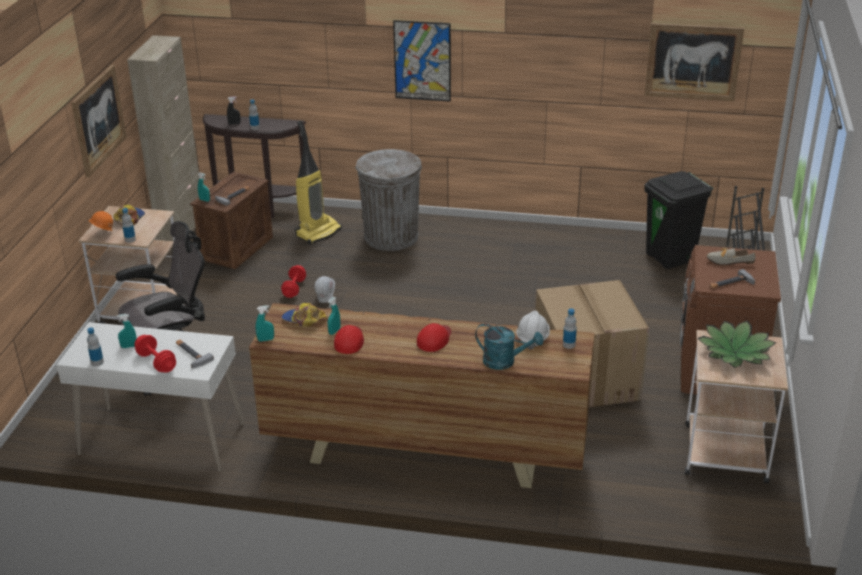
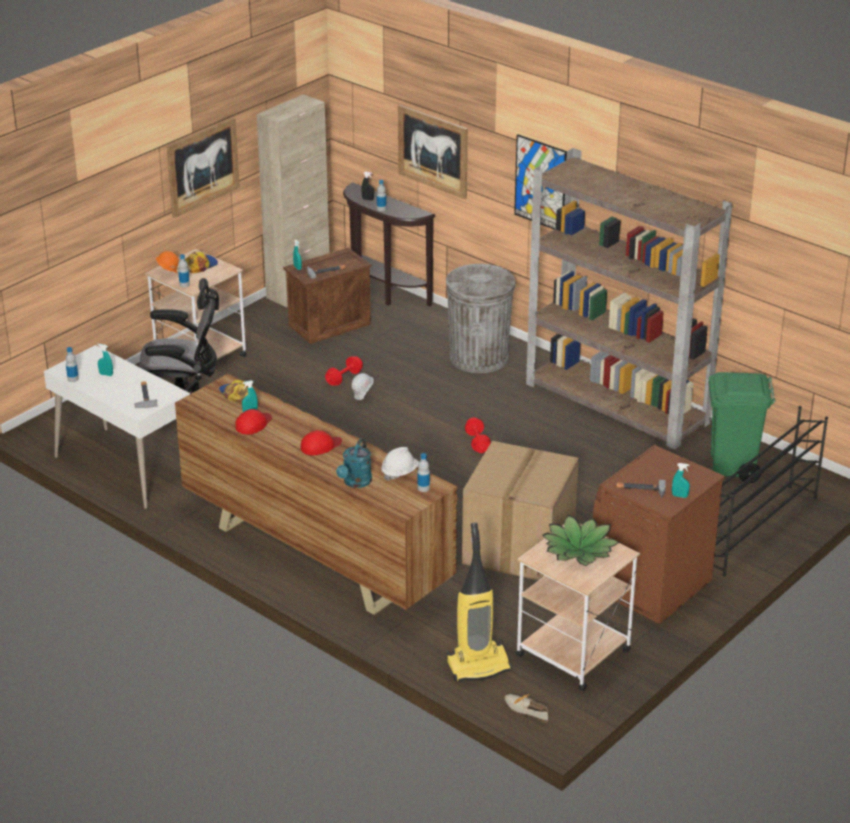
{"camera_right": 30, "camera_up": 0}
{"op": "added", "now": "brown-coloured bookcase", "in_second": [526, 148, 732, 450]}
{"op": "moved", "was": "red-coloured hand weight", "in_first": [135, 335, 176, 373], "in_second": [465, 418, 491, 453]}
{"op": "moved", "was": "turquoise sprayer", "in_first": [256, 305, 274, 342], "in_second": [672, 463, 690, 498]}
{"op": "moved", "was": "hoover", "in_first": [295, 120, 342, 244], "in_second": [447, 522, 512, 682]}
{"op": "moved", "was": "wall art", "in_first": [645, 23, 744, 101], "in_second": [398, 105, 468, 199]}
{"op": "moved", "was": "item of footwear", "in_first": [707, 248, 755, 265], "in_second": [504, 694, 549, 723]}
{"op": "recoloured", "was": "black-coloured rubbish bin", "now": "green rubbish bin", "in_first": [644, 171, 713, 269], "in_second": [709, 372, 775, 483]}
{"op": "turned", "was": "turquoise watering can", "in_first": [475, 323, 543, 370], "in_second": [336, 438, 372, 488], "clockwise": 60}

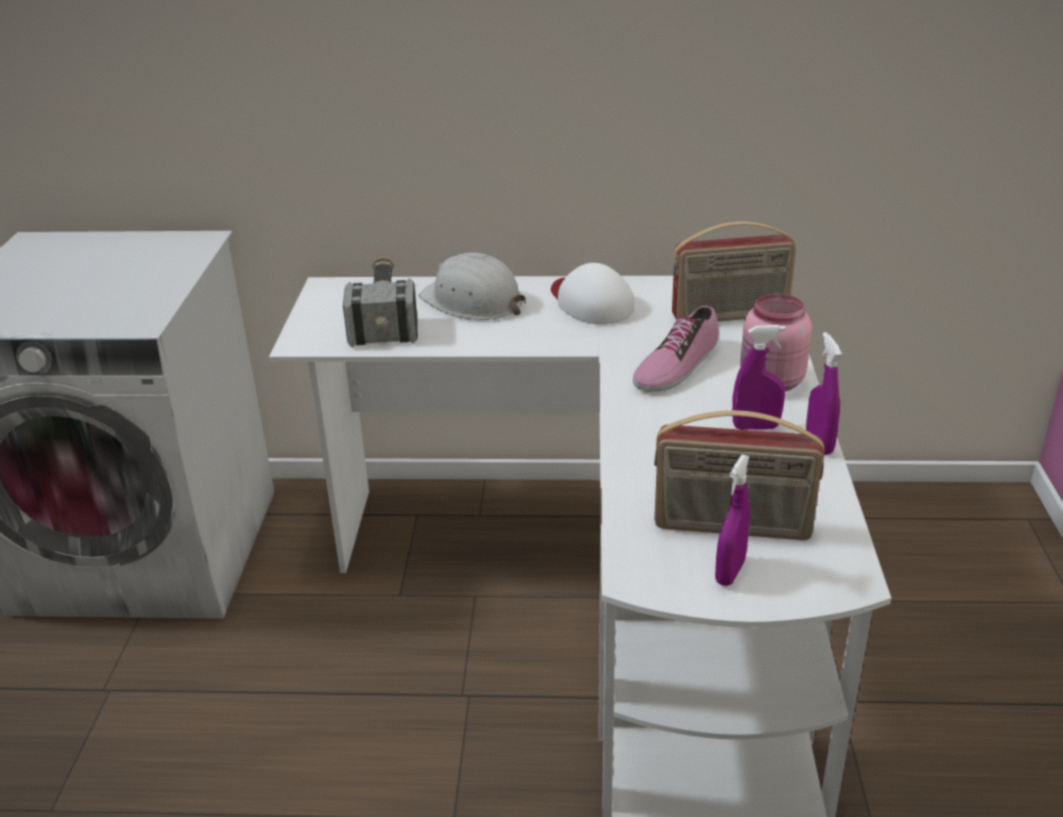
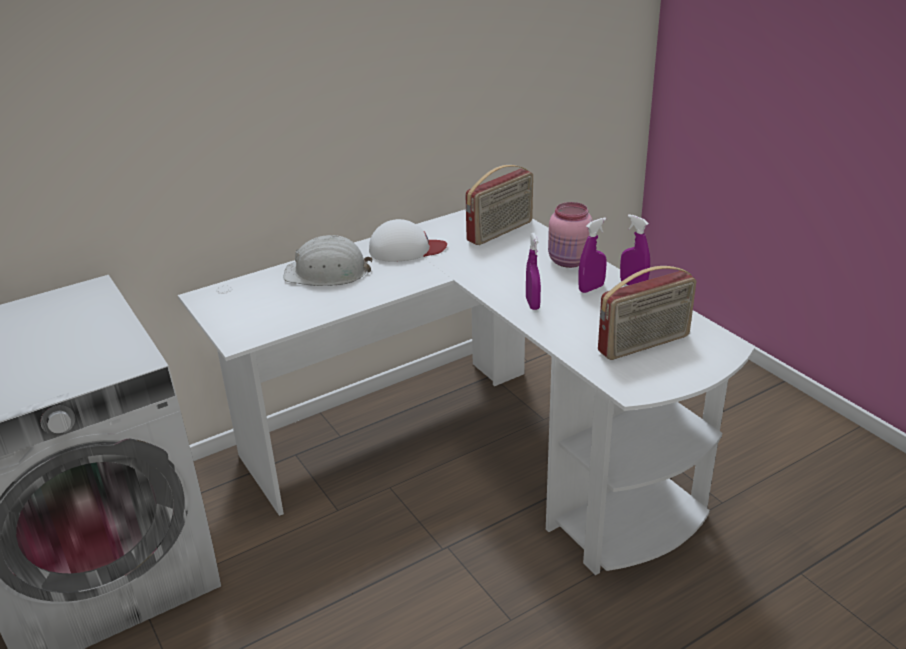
{"camera_right": -35, "camera_up": 0}
{"op": "removed", "was": "hand hammer", "in_first": [343, 257, 418, 347]}
{"op": "removed", "was": "item of footwear", "in_first": [633, 305, 719, 392]}
{"op": "moved", "was": "purple sprayer", "in_first": [715, 454, 750, 586], "in_second": [526, 233, 541, 310]}
{"op": "turned", "was": "white-coloured peaked cap", "in_first": [551, 263, 634, 324], "in_second": [369, 219, 447, 261], "clockwise": 150}

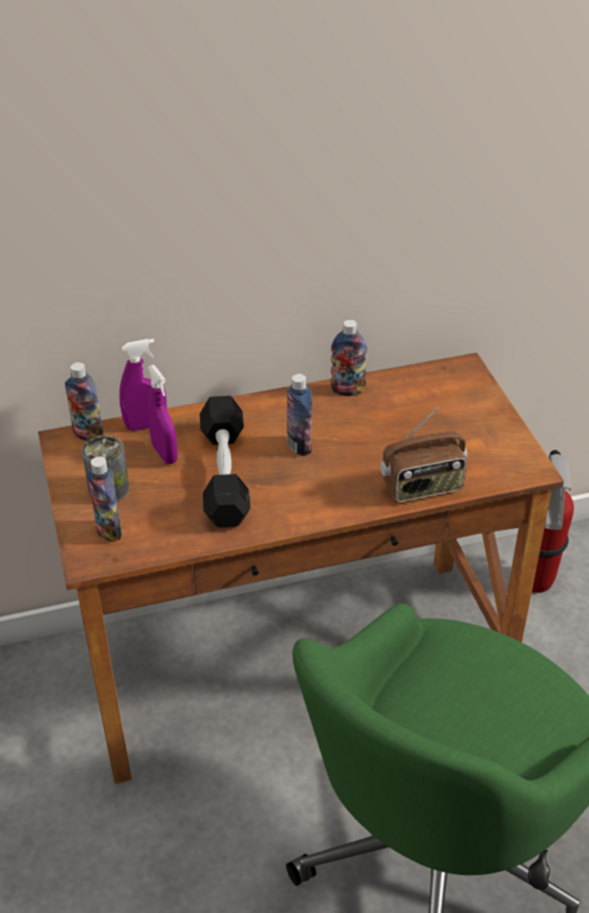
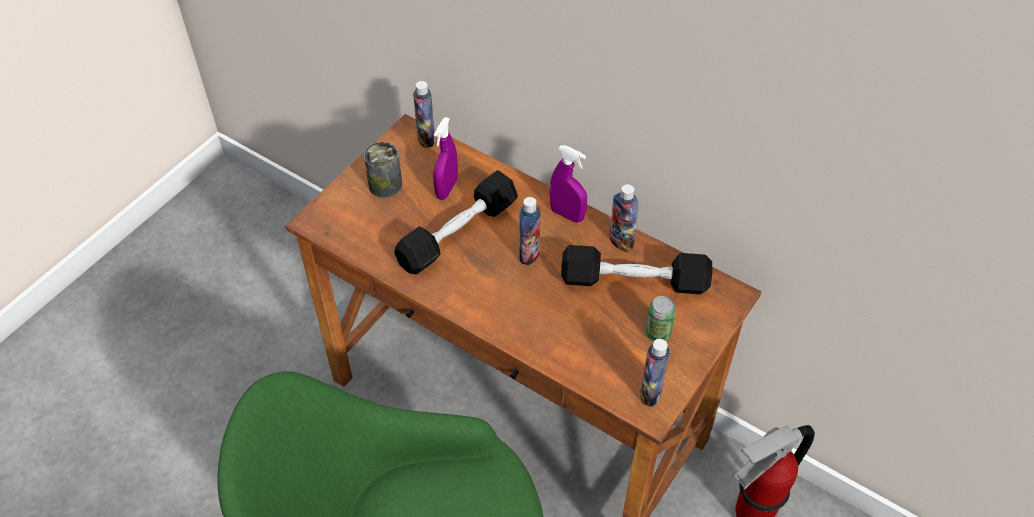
{"camera_right": 50, "camera_up": 10}
{"op": "removed", "was": "radio set", "in_first": [380, 407, 468, 503]}
{"op": "added", "now": "black-coloured hand weight", "in_second": [561, 245, 712, 294]}
{"op": "added", "now": "sealed can", "in_second": [645, 296, 676, 341]}
{"op": "moved", "was": "drink bottle", "in_first": [87, 456, 122, 542], "in_second": [640, 339, 670, 407]}
{"op": "moved", "was": "purple sprayer", "in_first": [119, 339, 167, 431], "in_second": [550, 145, 587, 223]}

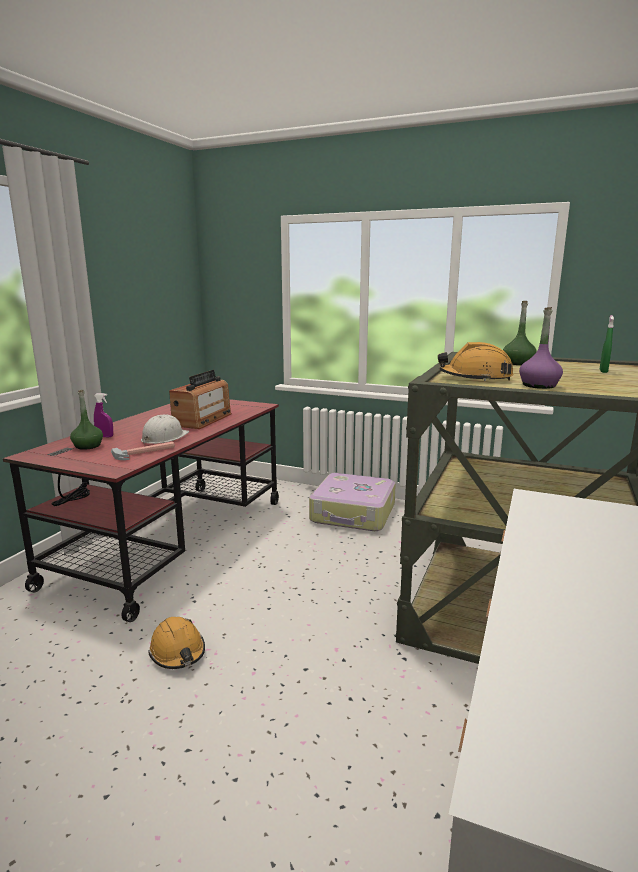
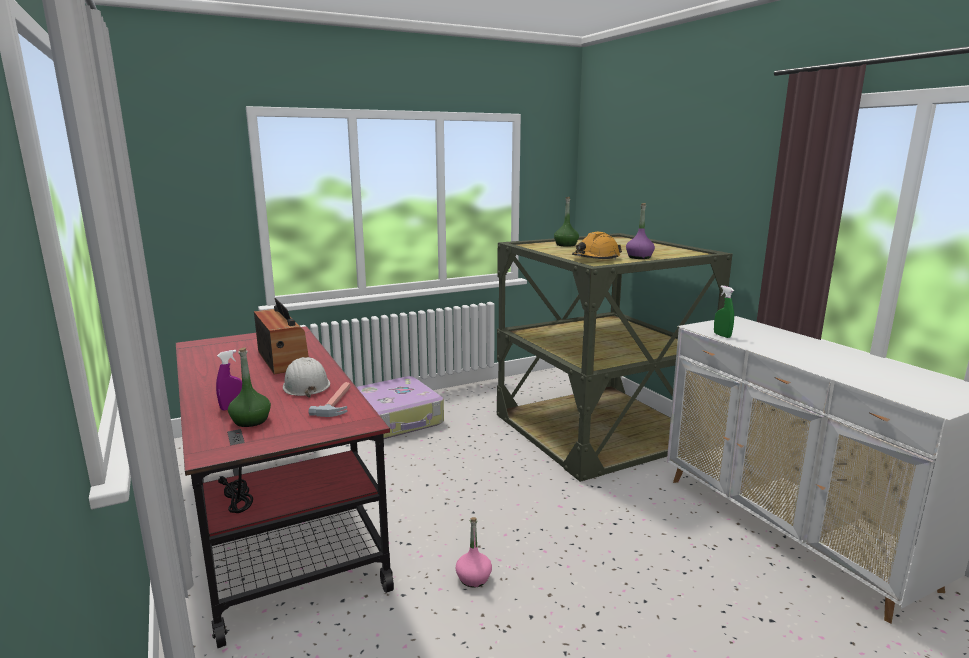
{"camera_right": -50, "camera_up": 0}
{"op": "moved", "was": "green sprayer", "in_first": [600, 315, 614, 373], "in_second": [714, 285, 734, 338]}
{"op": "replaced", "was": "orange-coloured work helmet", "now": "pink drink bottle", "in_first": [148, 617, 205, 669], "in_second": [456, 517, 492, 588]}

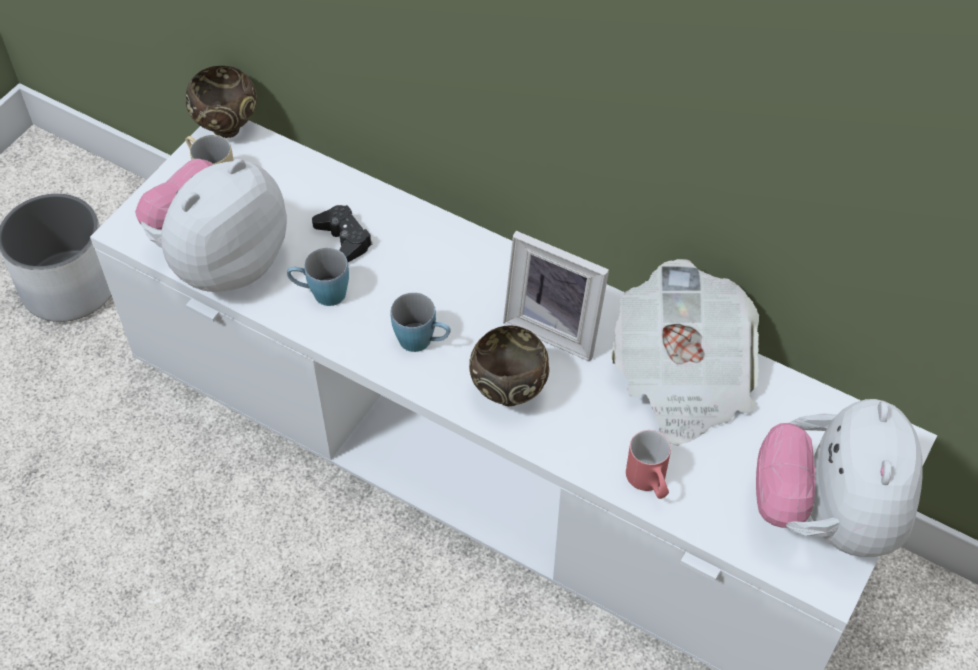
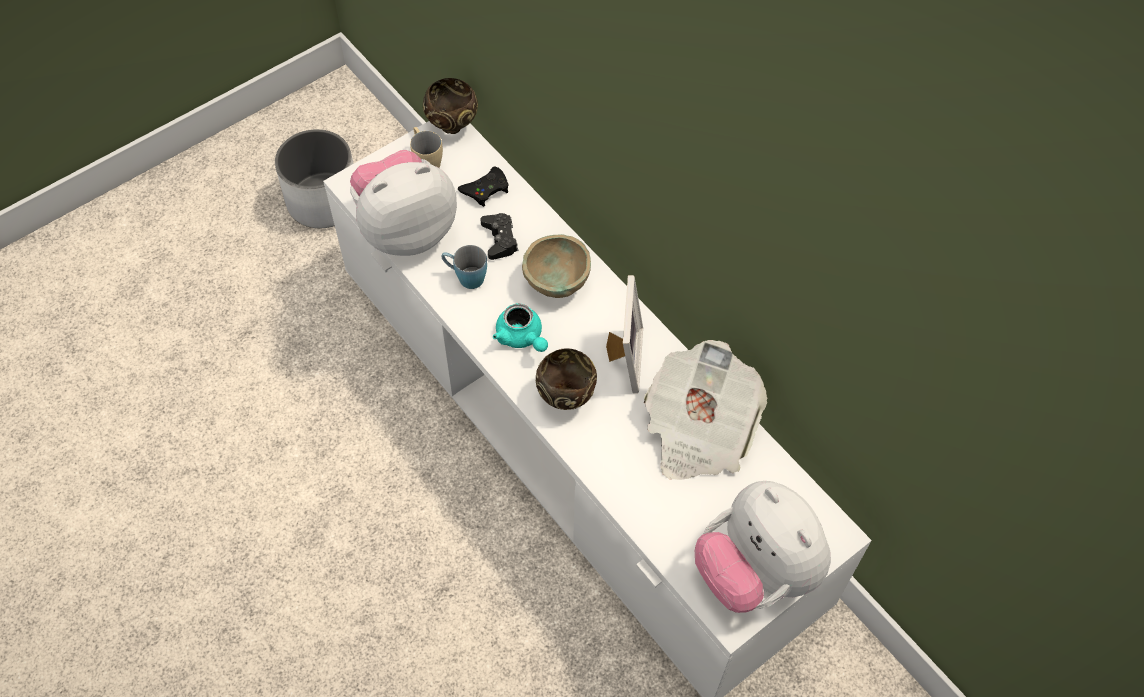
{"camera_right": 20, "camera_up": 5}
{"op": "removed", "was": "red-coloured tea mug", "in_first": [626, 430, 671, 499]}
{"op": "added", "now": "black-coloured gamepad", "in_second": [458, 167, 509, 207]}
{"op": "added", "now": "beige serving bowl", "in_second": [522, 234, 591, 298]}
{"op": "replaced", "was": "blue-coloured tea mug", "now": "turquoise teapot", "in_first": [390, 293, 451, 352], "in_second": [493, 304, 548, 352]}
{"op": "turned", "was": "standing frame", "in_first": [503, 231, 609, 361], "in_second": [606, 275, 643, 393], "clockwise": -135}
{"op": "turned", "was": "cuddly toy", "in_first": [756, 399, 923, 557], "in_second": [695, 481, 831, 613], "clockwise": -60}

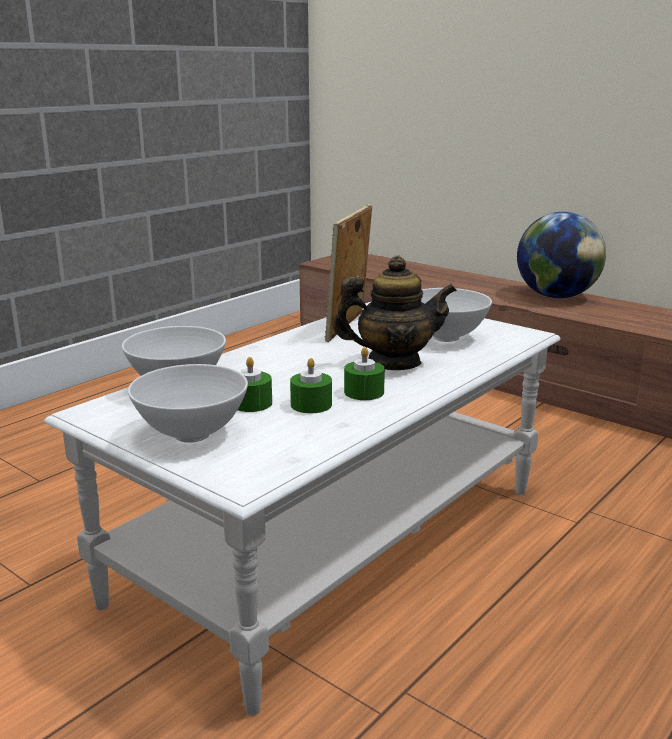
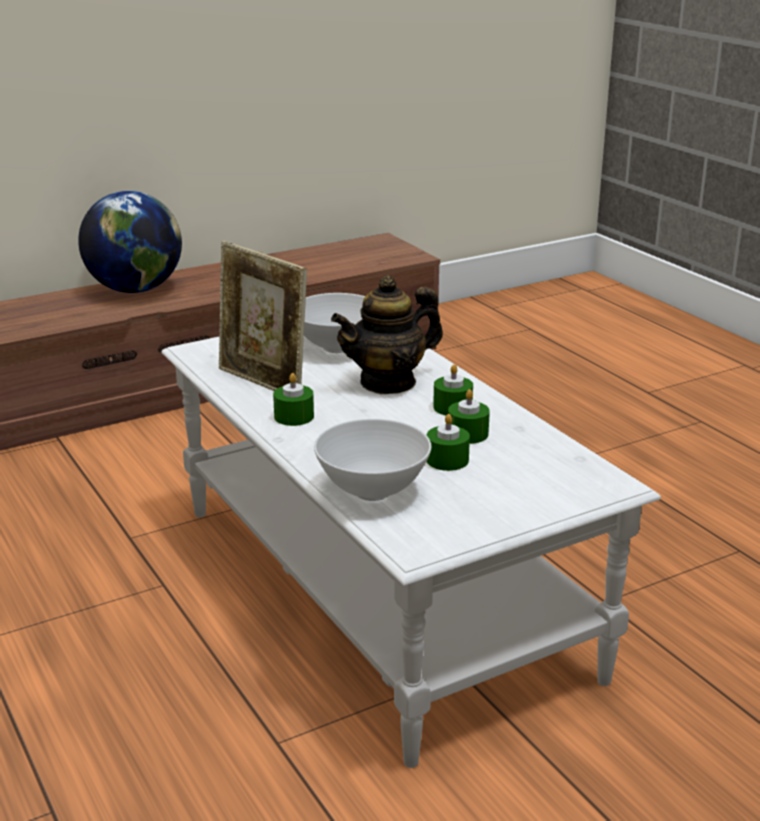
{"camera_right": -70, "camera_up": 5}
{"op": "removed", "was": "white-coloured serving bowl", "in_first": [128, 364, 248, 443]}
{"op": "added", "now": "green wax light", "in_second": [273, 373, 314, 426]}
{"op": "turned", "was": "teapot", "in_first": [333, 255, 457, 370], "in_second": [331, 275, 443, 394], "clockwise": -135}

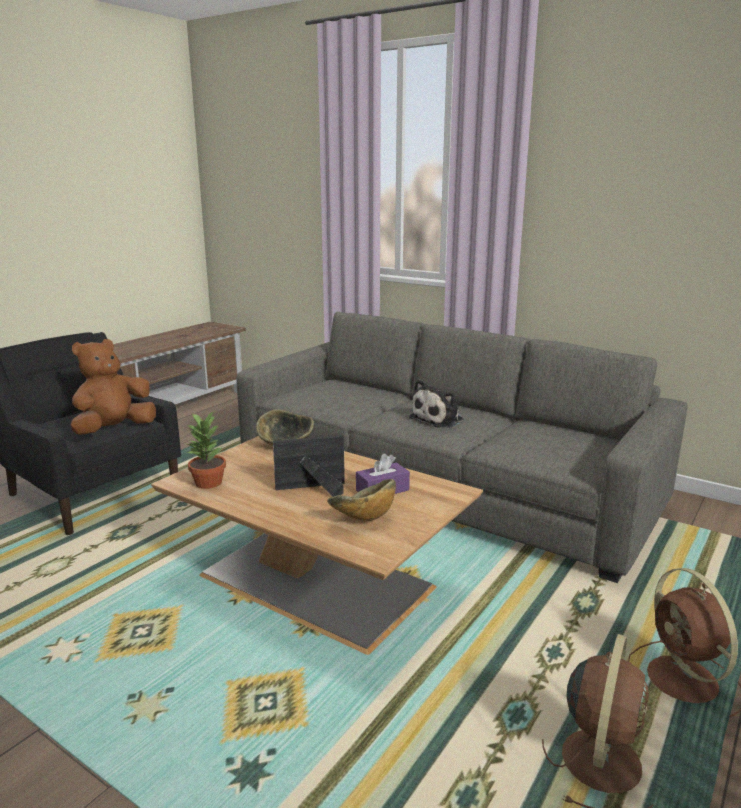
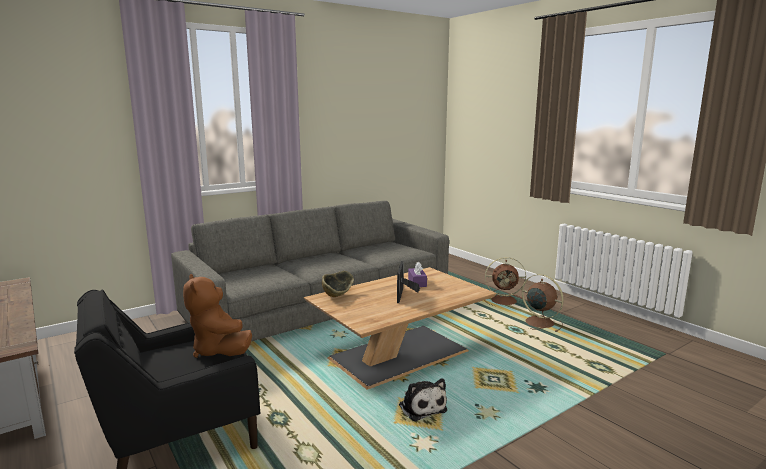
{"camera_right": -70, "camera_up": -5}
{"op": "removed", "was": "plant in a pot", "in_first": [186, 412, 226, 489]}
{"op": "removed", "was": "serving bowl", "in_first": [327, 479, 396, 521]}
{"op": "moved", "was": "cuddly toy", "in_first": [409, 379, 464, 428], "in_second": [399, 378, 447, 421]}

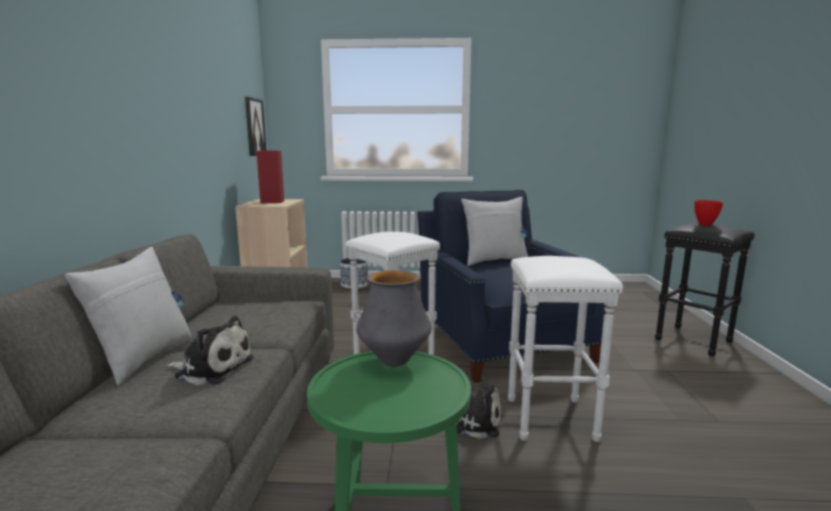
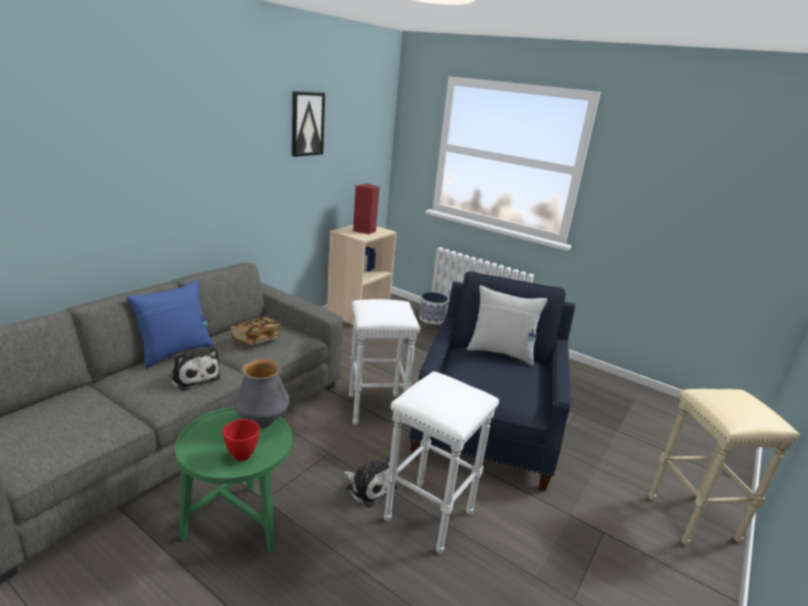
{"camera_right": 30, "camera_up": 10}
{"op": "added", "now": "volume", "in_second": [231, 316, 281, 346]}
{"op": "moved", "was": "wall art", "in_first": [245, 97, 266, 156], "in_second": [292, 91, 325, 157]}
{"op": "moved", "was": "red-coloured serving bowl", "in_first": [695, 200, 723, 225], "in_second": [223, 419, 260, 461]}
{"op": "recoloured", "was": "greyish throw pillow", "now": "blue-coloured throw pillow", "in_first": [65, 247, 192, 386], "in_second": [126, 280, 213, 369]}
{"op": "recoloured", "was": "black-coloured sitting stool", "now": "beige sitting stool", "in_first": [655, 223, 755, 356], "in_second": [648, 389, 800, 545]}

